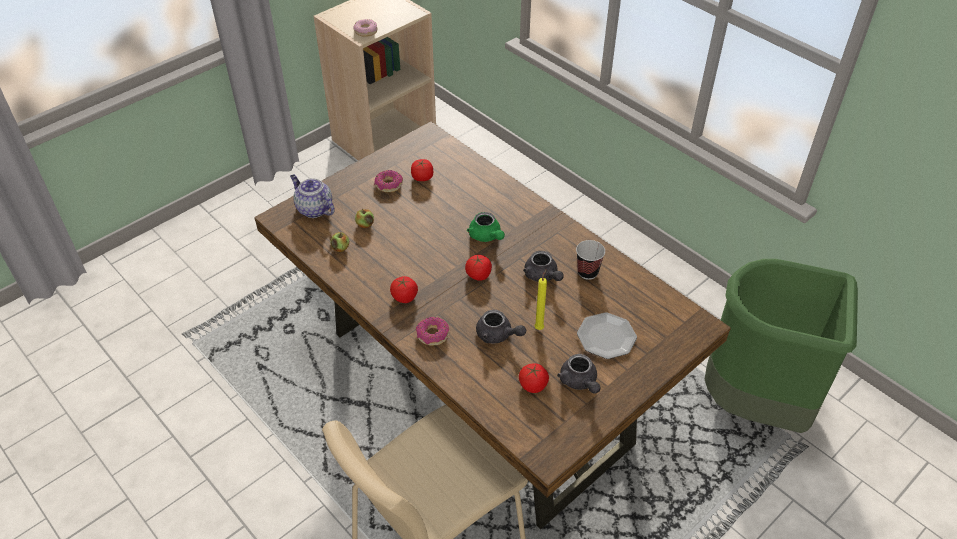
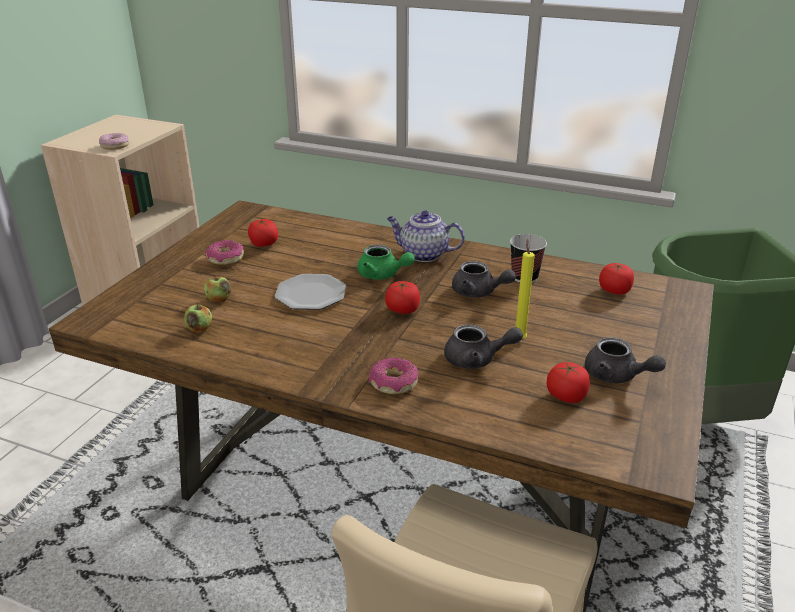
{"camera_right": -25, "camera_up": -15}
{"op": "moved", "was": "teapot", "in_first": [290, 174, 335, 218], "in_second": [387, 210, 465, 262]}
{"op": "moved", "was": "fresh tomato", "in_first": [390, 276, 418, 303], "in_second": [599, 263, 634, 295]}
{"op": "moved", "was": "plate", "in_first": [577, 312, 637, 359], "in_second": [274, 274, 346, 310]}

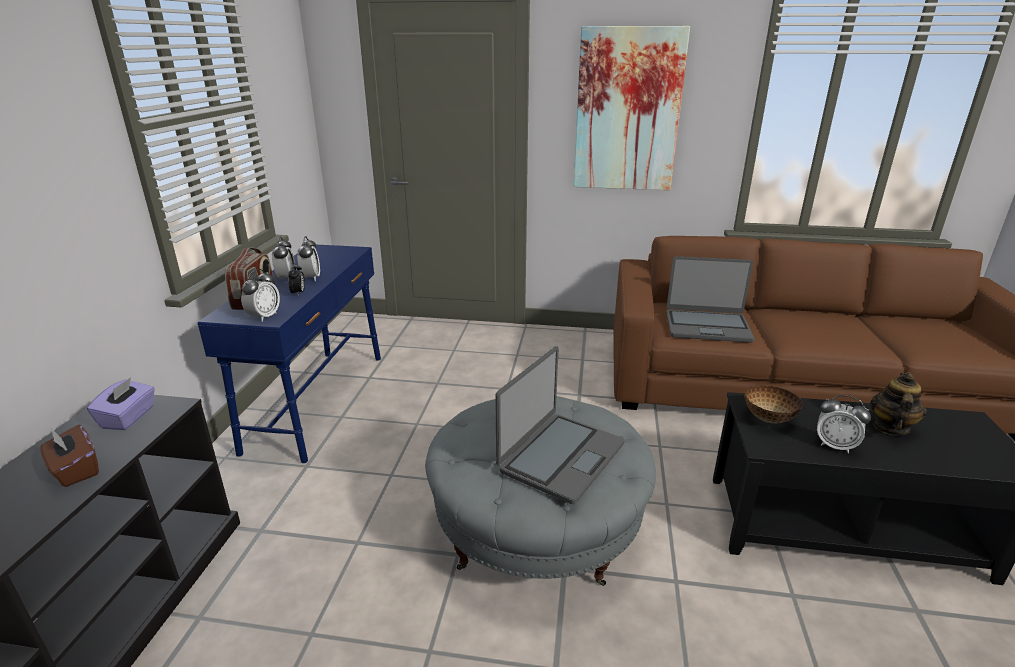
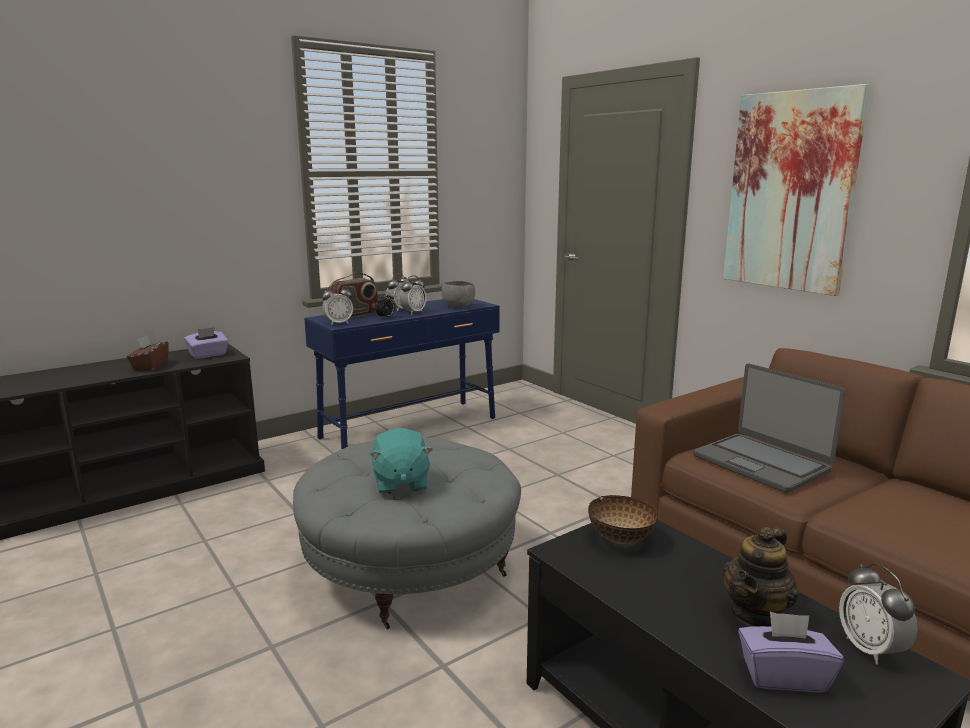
{"camera_right": 45, "camera_up": -10}
{"op": "added", "now": "greyish serving bowl", "in_second": [441, 281, 475, 307]}
{"op": "added", "now": "purple tissue holder", "in_second": [738, 612, 844, 693]}
{"op": "moved", "was": "alarm clock", "in_first": [817, 395, 871, 454], "in_second": [839, 563, 918, 665]}
{"op": "replaced", "was": "notebook computer", "now": "turquoise cuddly toy", "in_first": [495, 346, 625, 504], "in_second": [369, 428, 433, 495]}
{"op": "turned", "was": "teapot", "in_first": [870, 372, 927, 436], "in_second": [722, 527, 799, 627], "clockwise": 150}

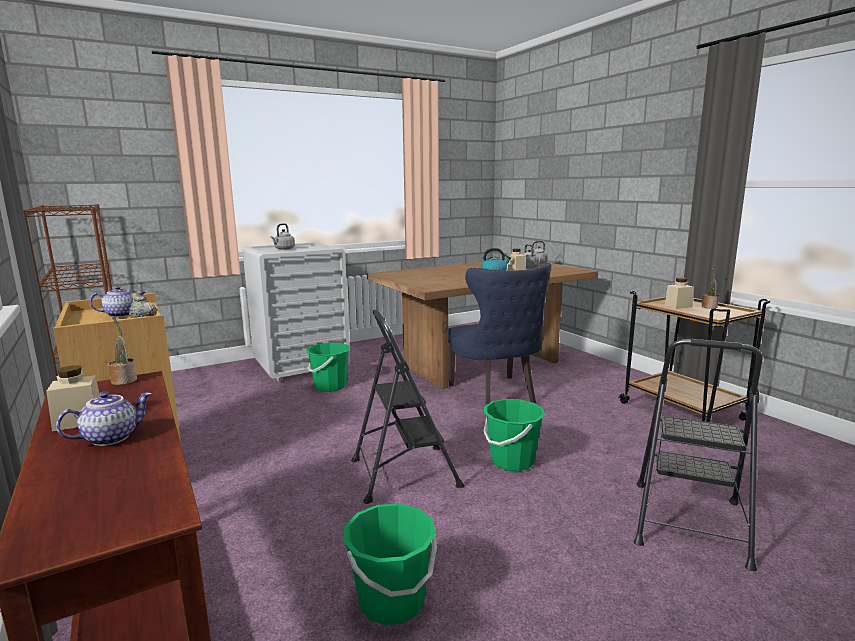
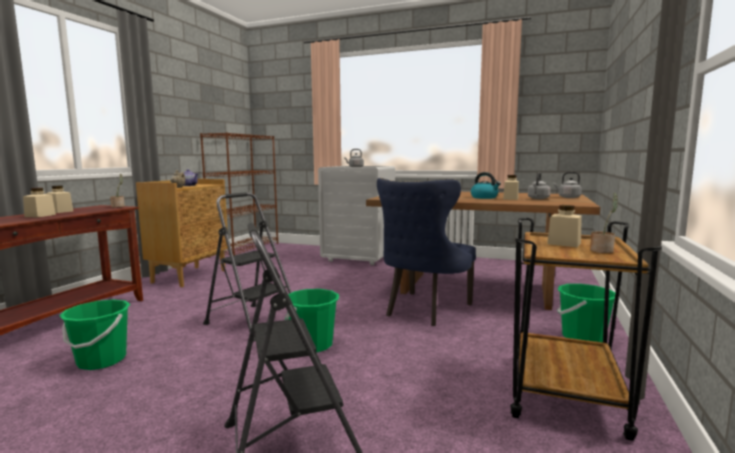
{"camera_right": 50, "camera_up": -5}
{"op": "moved", "was": "green water bucket", "in_first": [306, 343, 350, 392], "in_second": [557, 284, 615, 342]}
{"op": "replaced", "was": "teapot", "now": "beige jar", "in_first": [56, 391, 152, 446], "in_second": [23, 188, 56, 217]}

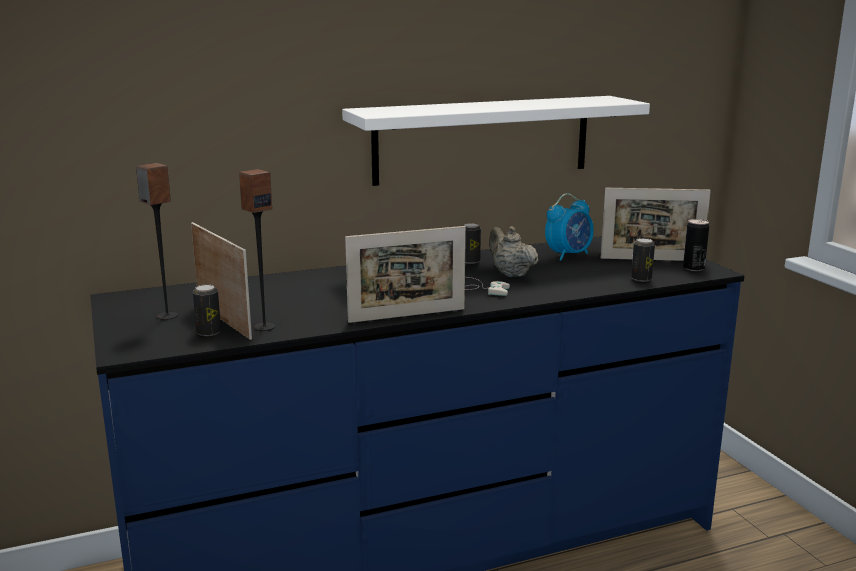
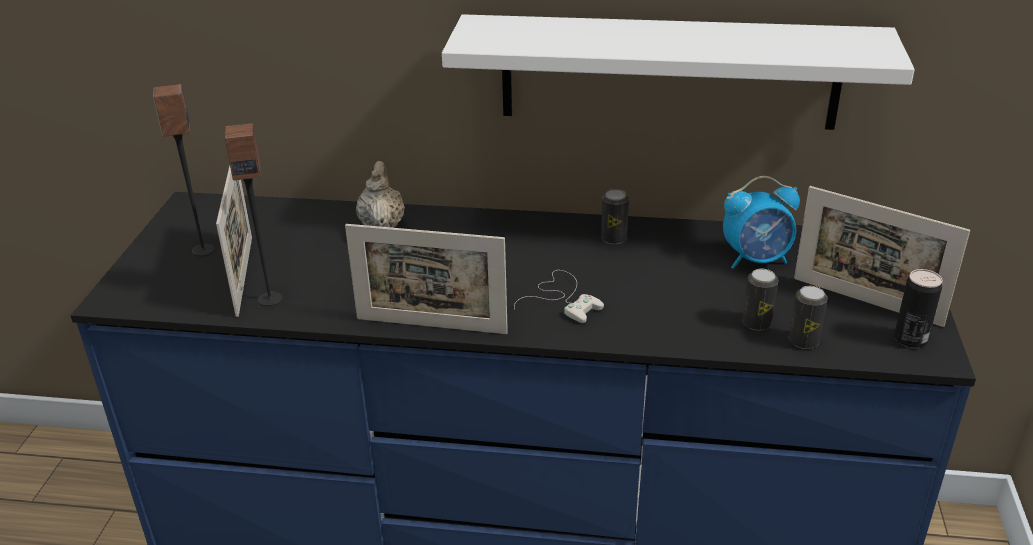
{"camera_right": 30, "camera_up": 15}
{"op": "moved", "was": "sealed can", "in_first": [193, 284, 221, 336], "in_second": [742, 269, 778, 331]}
{"op": "moved", "was": "beige teapot", "in_first": [489, 226, 538, 277], "in_second": [356, 161, 405, 228]}

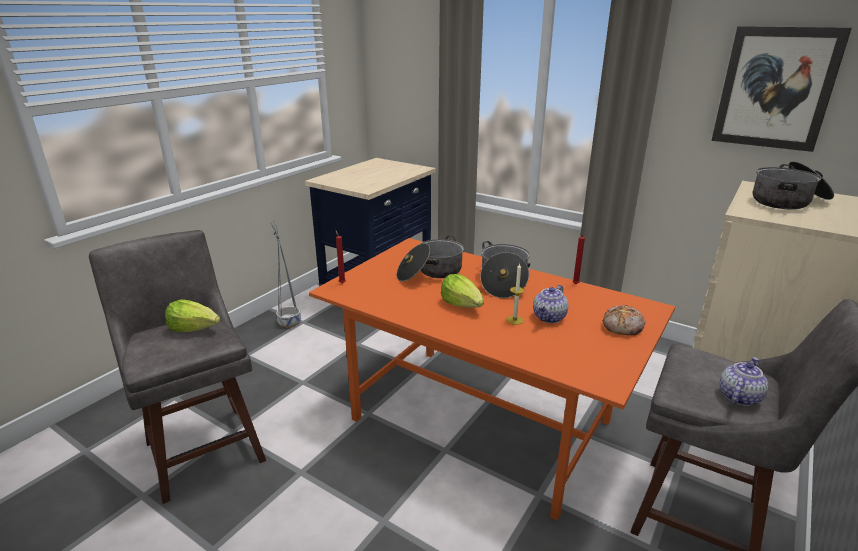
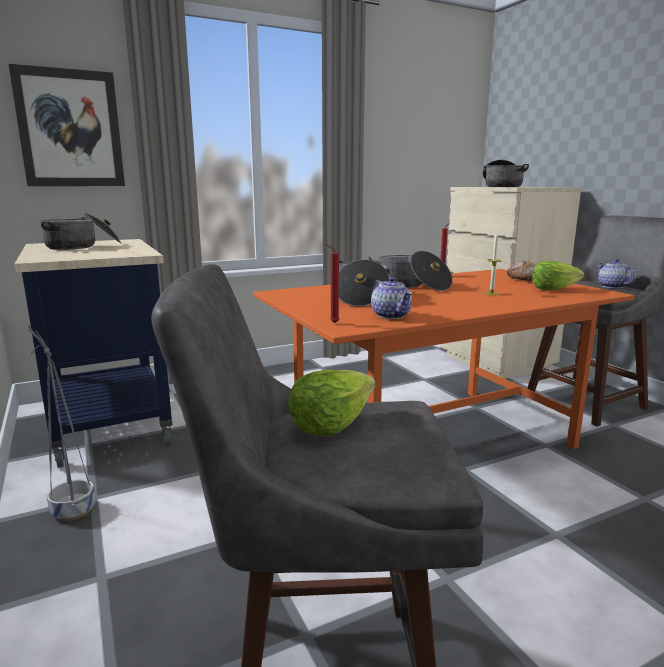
{"camera_right": -60, "camera_up": -10}
{"op": "added", "now": "stockpot", "in_second": [39, 211, 122, 250]}
{"op": "moved", "was": "lettuce head", "in_first": [441, 274, 484, 308], "in_second": [532, 261, 584, 290]}
{"op": "moved", "was": "teapot", "in_first": [533, 285, 568, 323], "in_second": [371, 277, 412, 319]}
{"op": "moved", "was": "wall art", "in_first": [711, 26, 852, 152], "in_second": [9, 64, 125, 186]}

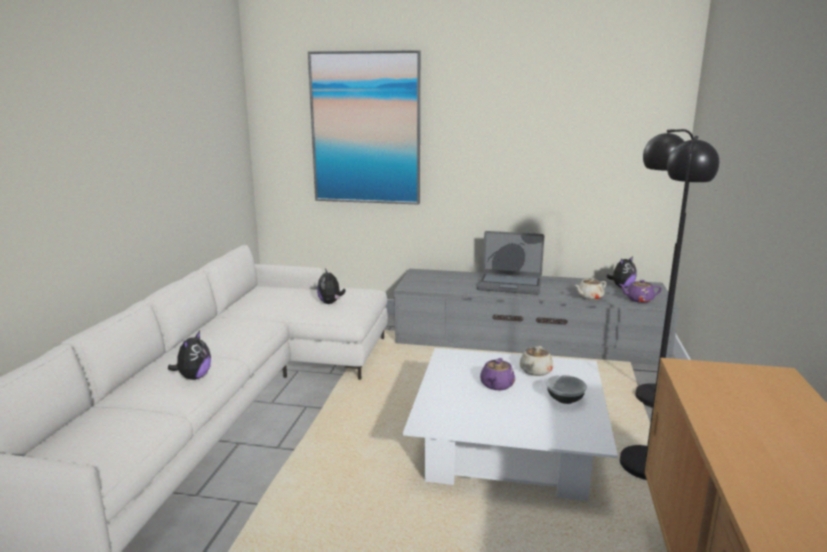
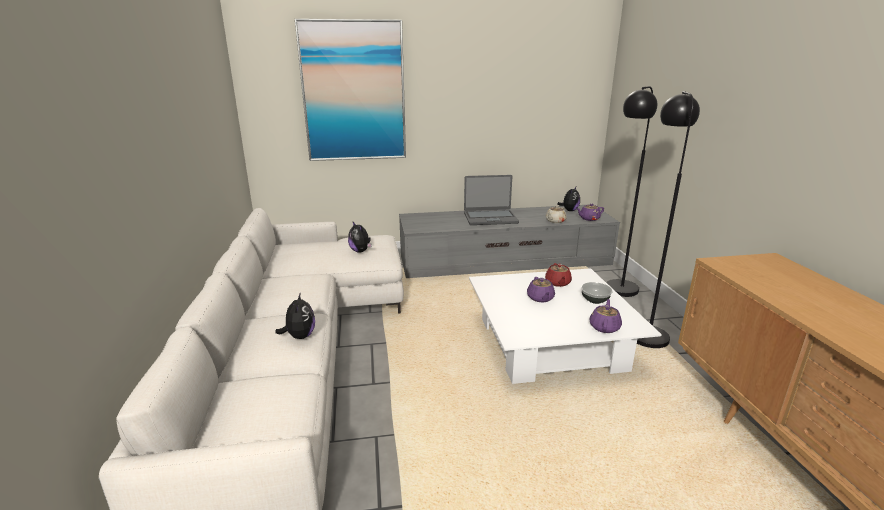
{"camera_right": -20, "camera_up": 5}
{"op": "added", "now": "purple teapot", "in_second": [589, 299, 622, 333]}
{"op": "recoloured", "was": "beige teapot", "now": "red-coloured teapot", "in_first": [520, 346, 553, 376], "in_second": [545, 263, 572, 287]}

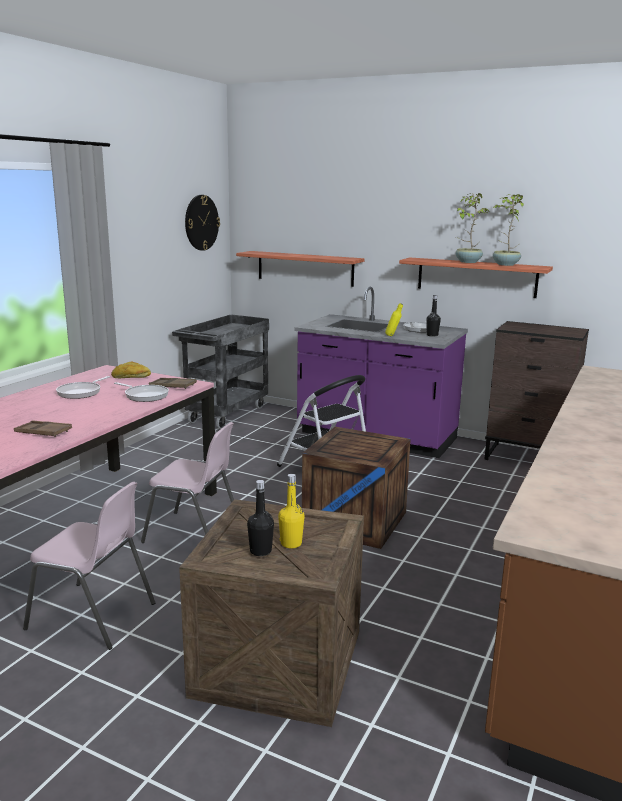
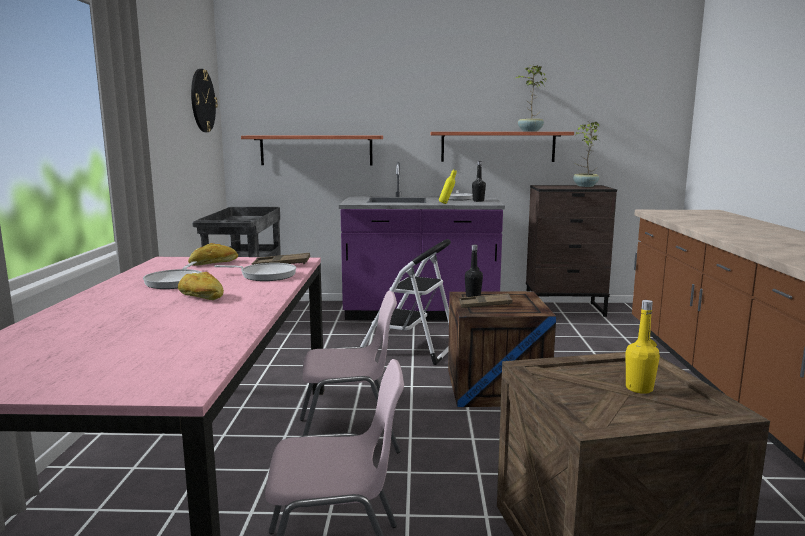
{"camera_right": -25, "camera_up": -5}
{"op": "added", "now": "bread", "in_second": [178, 272, 224, 300]}
{"op": "moved", "was": "brown-coloured serving tray", "in_first": [14, 420, 72, 437], "in_second": [459, 293, 513, 308]}
{"op": "moved", "was": "black-coloured drink bottle", "in_first": [247, 480, 274, 556], "in_second": [465, 245, 483, 297]}
{"op": "moved", "was": "plant in a pot", "in_first": [456, 193, 489, 263], "in_second": [573, 122, 600, 187]}

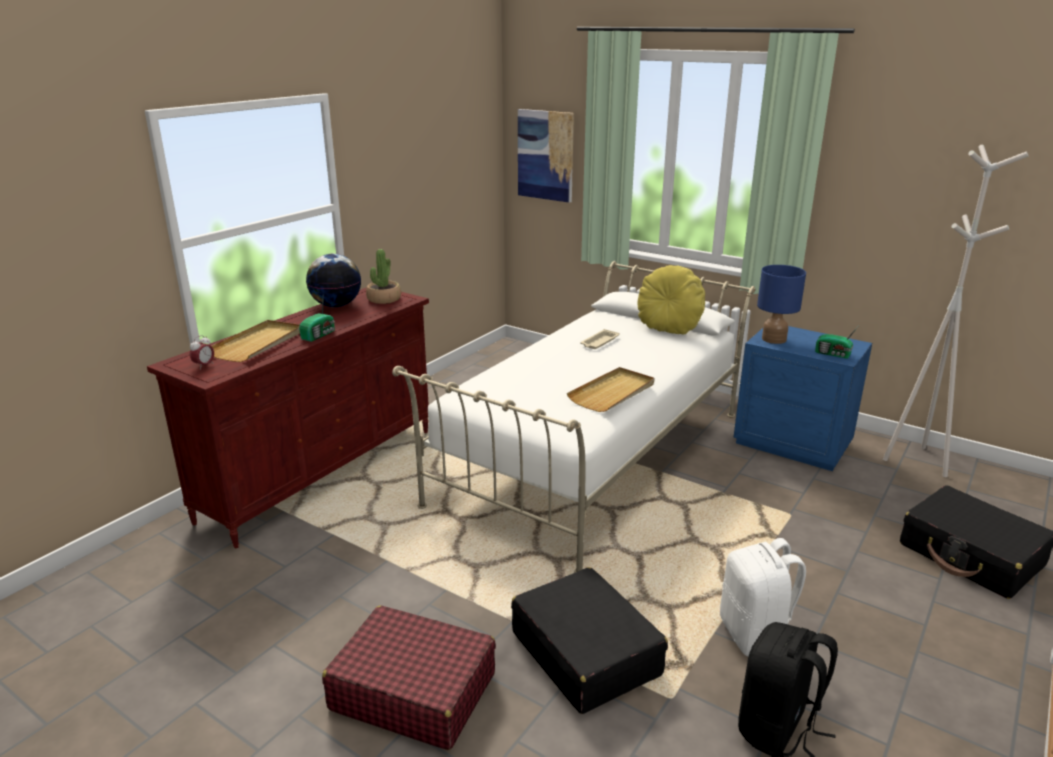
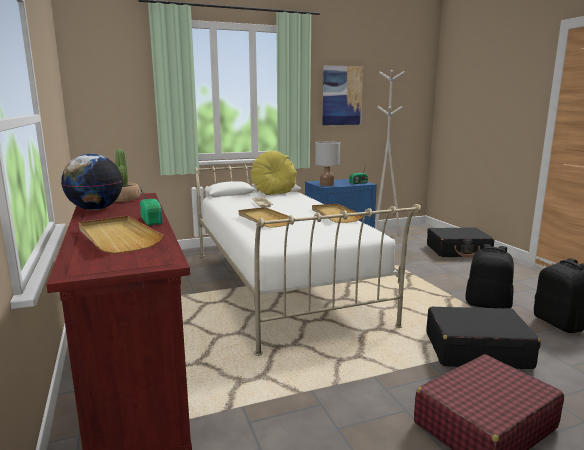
{"camera_right": -55, "camera_up": -10}
{"op": "removed", "was": "alarm clock", "in_first": [190, 335, 214, 368]}
{"op": "added", "now": "beige serving tray", "in_second": [239, 207, 290, 228]}
{"op": "moved", "was": "wall art", "in_first": [518, 109, 574, 203], "in_second": [322, 65, 363, 125]}
{"op": "recoloured", "was": "white-coloured knapsack", "now": "black-coloured knapsack", "in_first": [720, 538, 806, 657], "in_second": [465, 244, 514, 308]}
{"op": "recoloured", "was": "blue-coloured tabletop lamp", "now": "greyish tabletop lamp", "in_first": [757, 265, 806, 344], "in_second": [315, 141, 340, 186]}

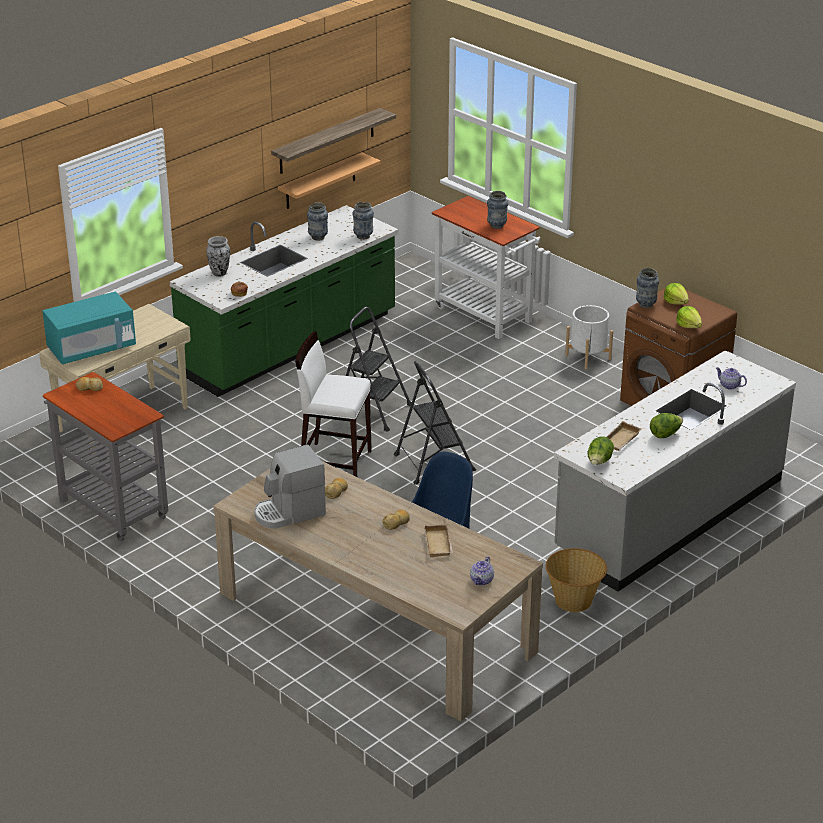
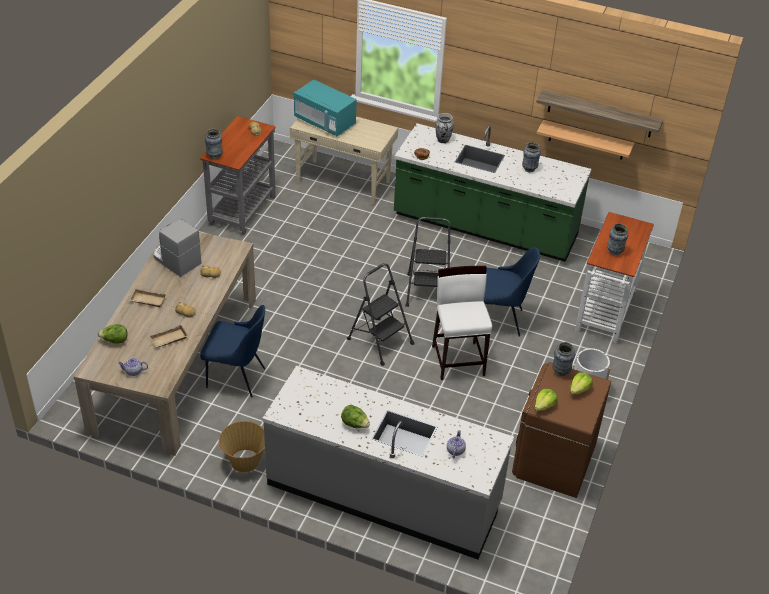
{"camera_right": 65, "camera_up": 10}
{"op": "added", "now": "blue-coloured upright chair", "in_second": [484, 247, 540, 337]}
{"op": "moved", "was": "white-coloured sitting stool", "in_first": [295, 331, 372, 477], "in_second": [432, 266, 492, 380]}
{"op": "moved", "was": "decorative vase", "in_first": [352, 202, 374, 240], "in_second": [205, 128, 223, 159]}
{"op": "moved", "was": "lettuce head", "in_first": [587, 436, 614, 465], "in_second": [98, 324, 127, 344]}
{"op": "moved", "was": "beige serving tray", "in_first": [606, 421, 642, 451], "in_second": [129, 289, 166, 307]}

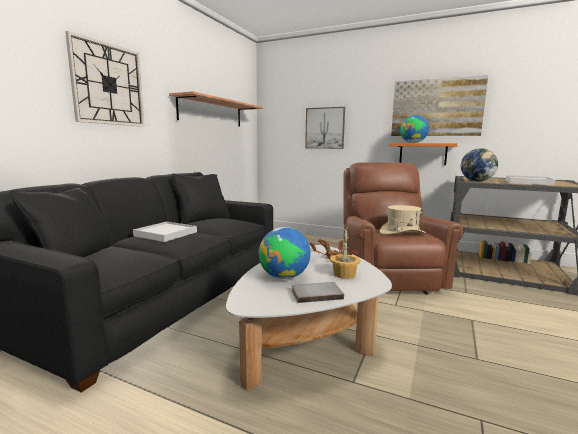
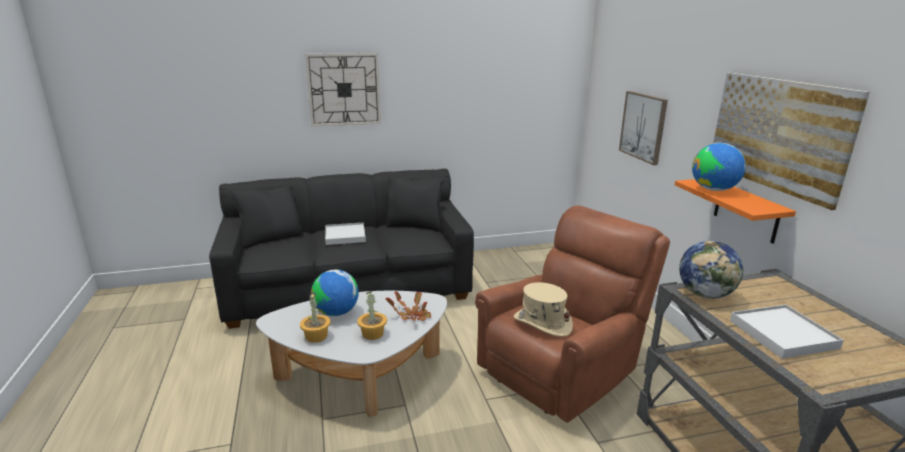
{"camera_right": 50, "camera_up": 10}
{"op": "removed", "was": "wall shelf", "in_first": [169, 91, 263, 127]}
{"op": "replaced", "was": "greyish volume", "now": "plant in a pot", "in_first": [292, 282, 344, 303], "in_second": [300, 292, 330, 343]}

